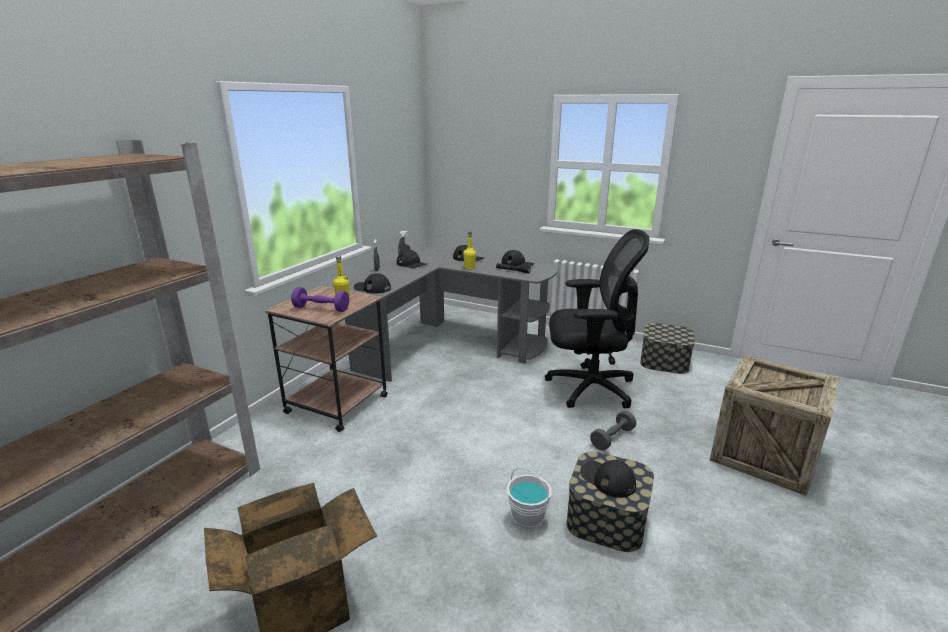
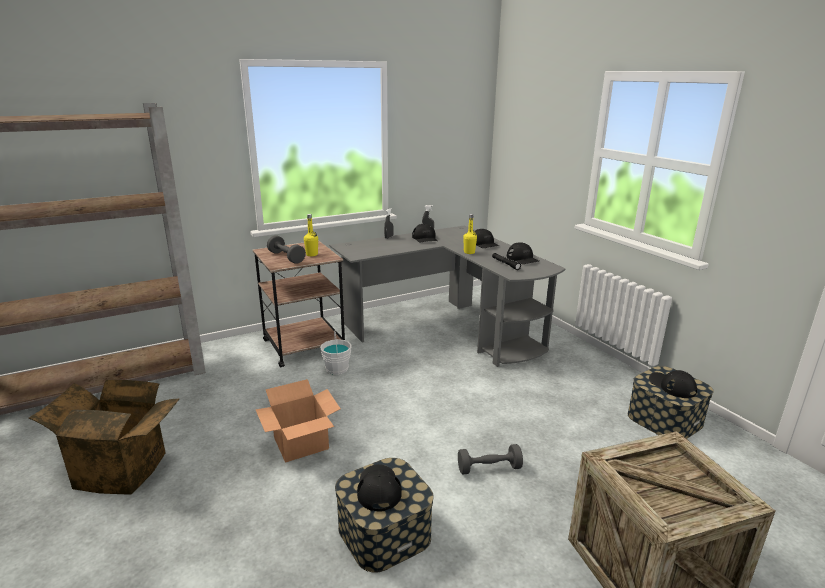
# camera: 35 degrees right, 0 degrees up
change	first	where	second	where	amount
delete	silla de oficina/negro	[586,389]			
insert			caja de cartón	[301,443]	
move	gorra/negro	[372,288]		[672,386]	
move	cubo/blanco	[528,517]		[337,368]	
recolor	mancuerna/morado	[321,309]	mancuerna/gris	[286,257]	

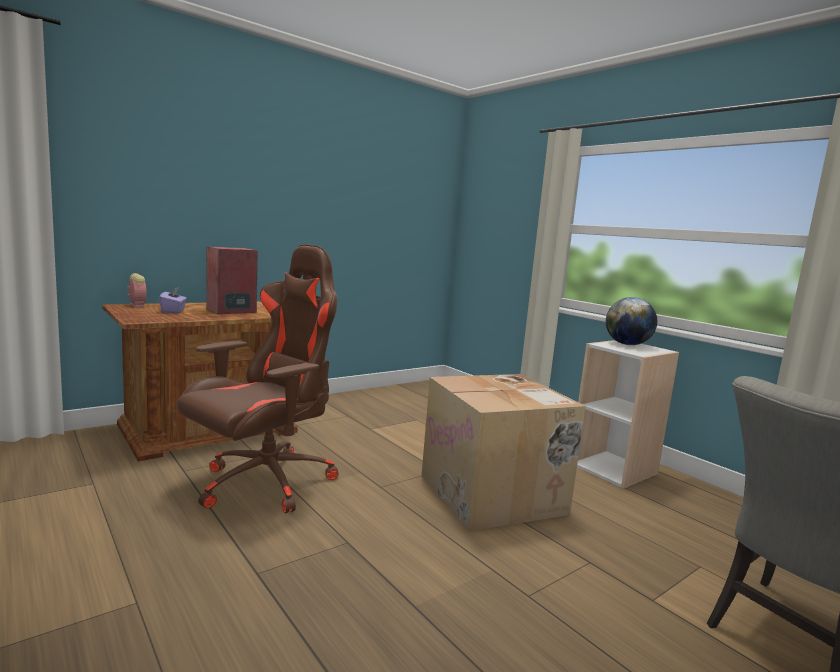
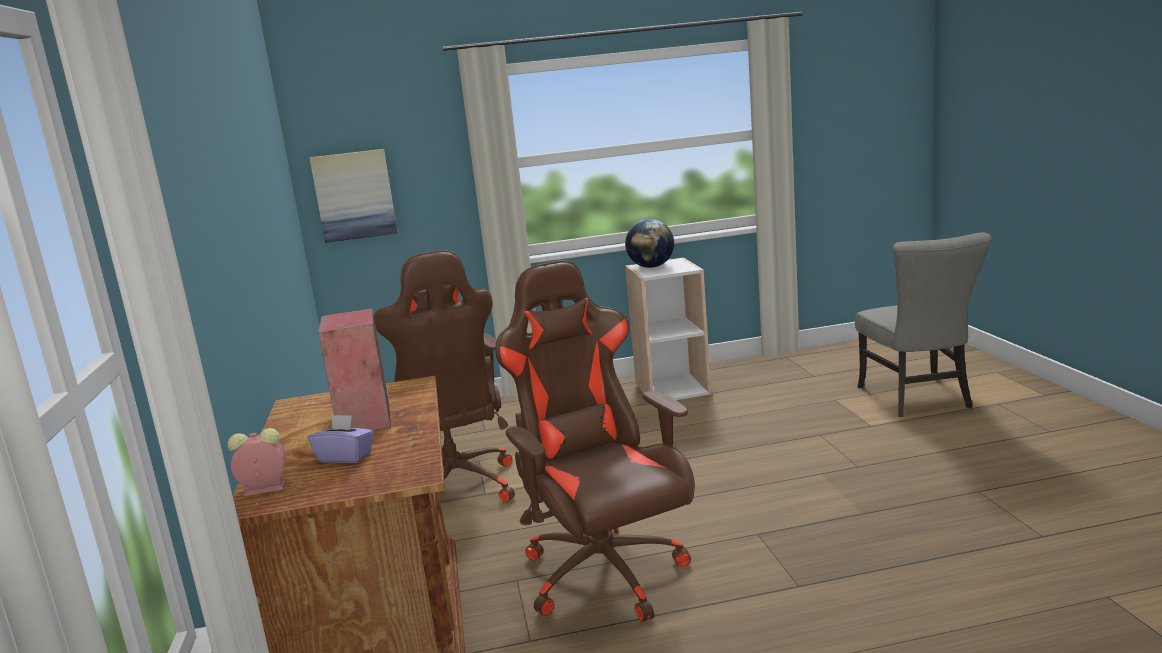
# camera: 60 degrees left, 5 degrees up
change	first	where	second	where	amount
delete	caja de cartón	[494,495]			
insert			cuadro	[354,195]	
insert			silla de oficina/marrón	[453,483]	

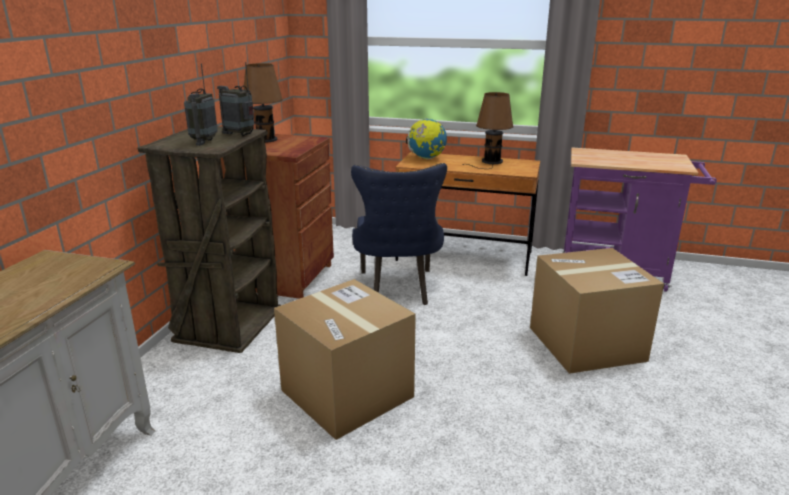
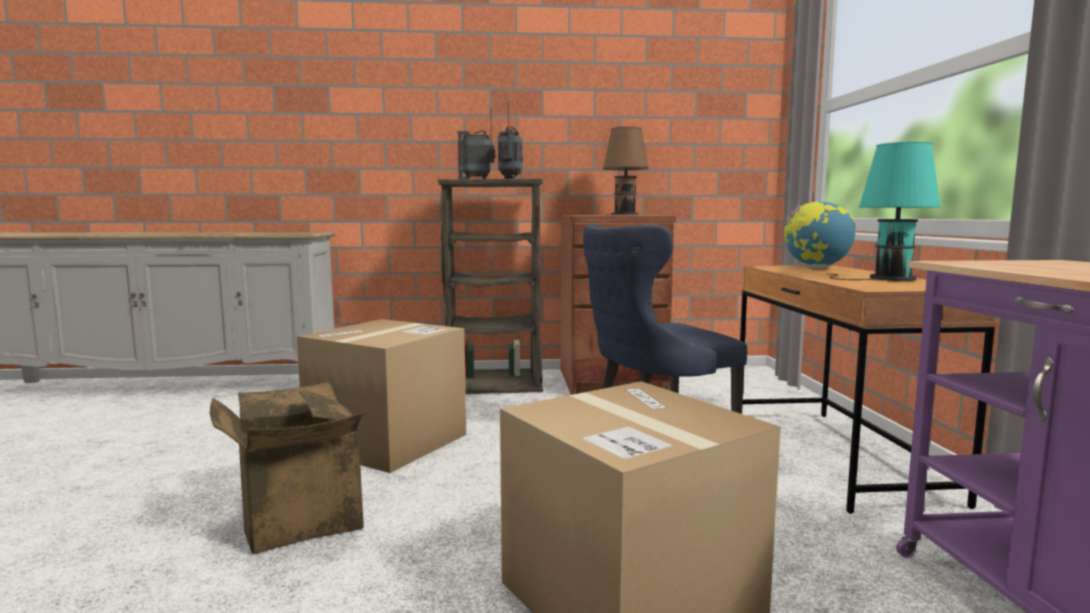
# camera: 70 degrees right, 15 degrees down
change	first	where	second	where	amount
insert			caja de cartón	[295,520]	
recolor	lámpara de mesa/marrón	[490,162]	lámpara de mesa/turquesa	[886,279]	

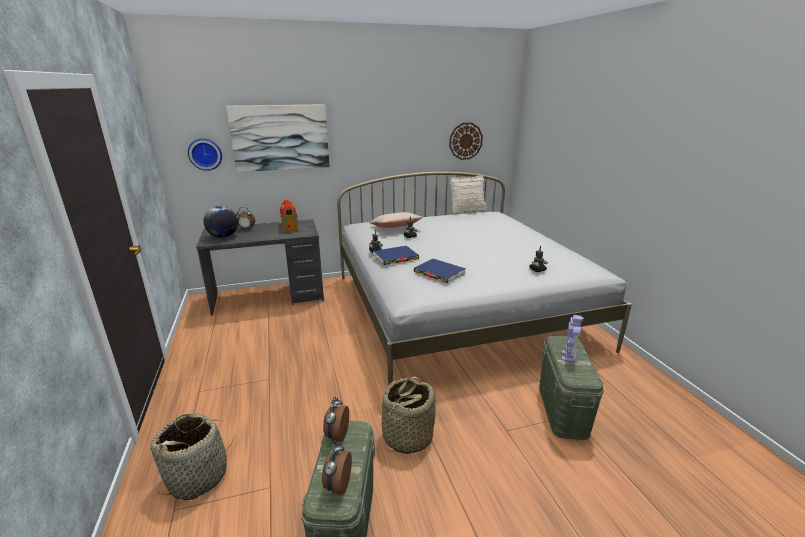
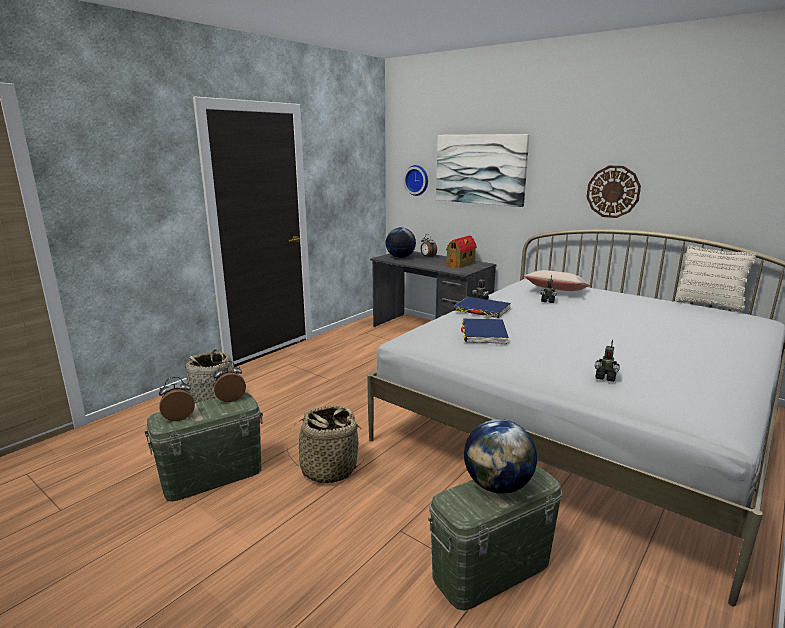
# camera: 55 degrees right, 5 degrees down
change	first	where	second	where	amount
move	reloj de pared	[465,141]		[613,191]	
replace	robot de juguete	[569,356]	globo terráqueo	[497,485]	

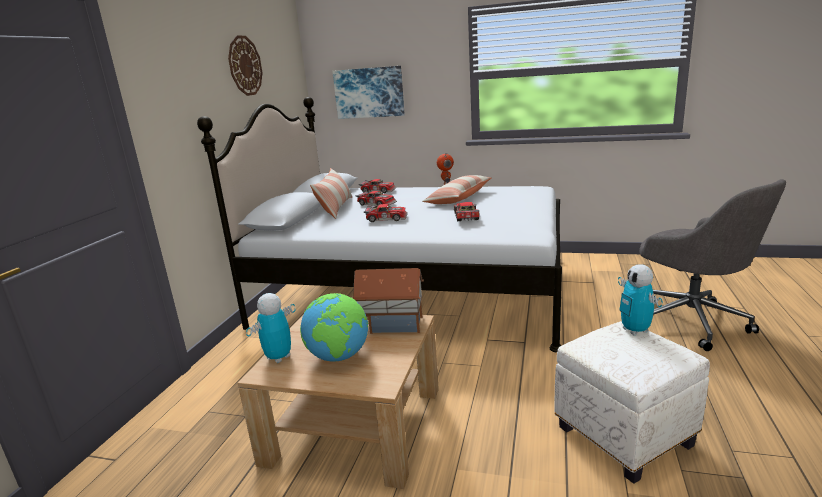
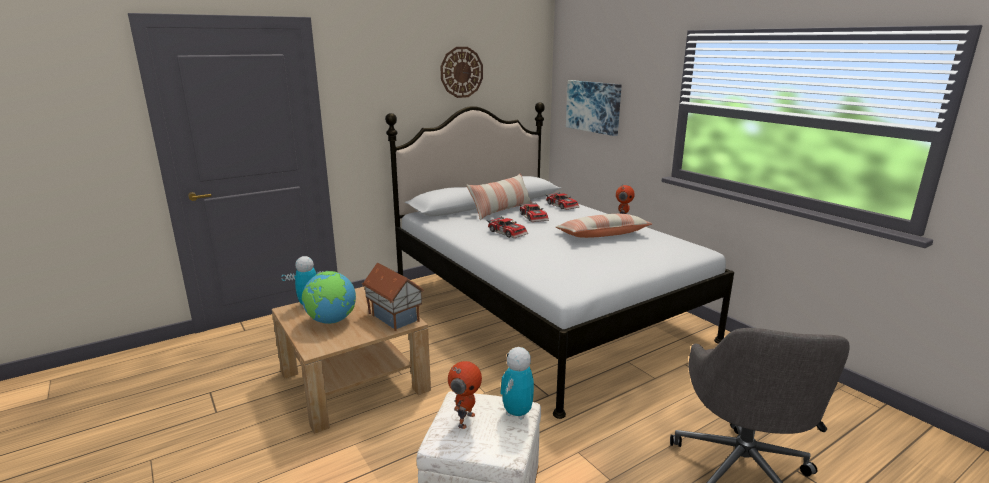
# camera: 40 degrees right, 0 degrees up
change	first	where	second	where	amount
delete	coche de juguete	[464,216]			
insert			robot de juguete	[465,420]	

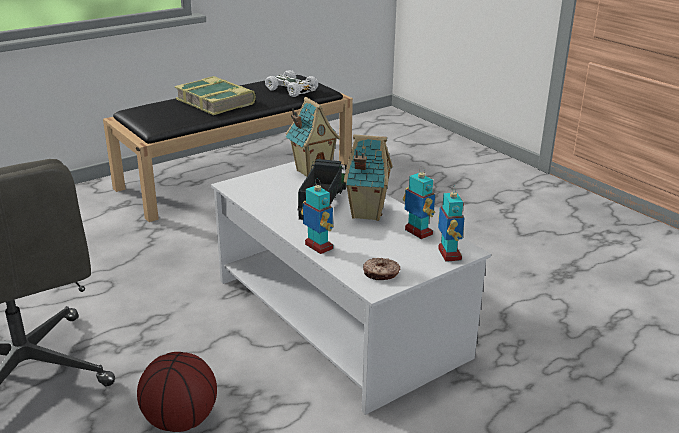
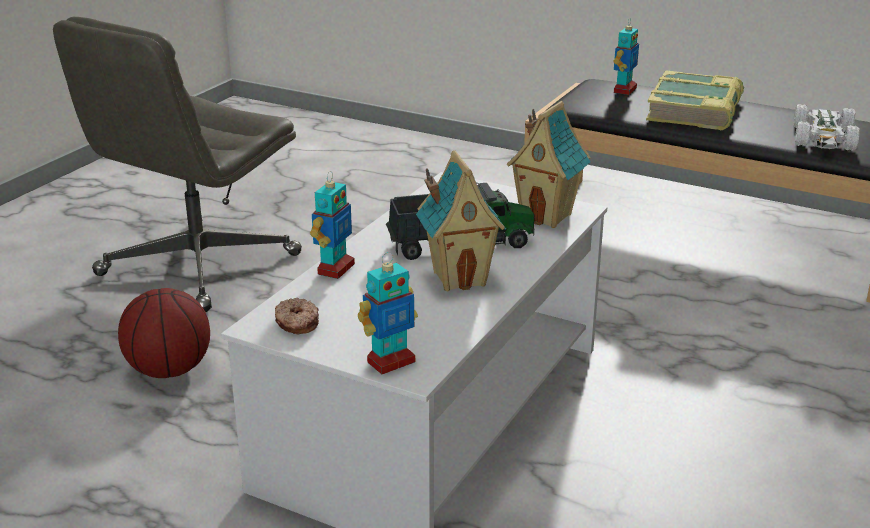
# camera: 65 degrees right, 0 degrees up
change	first	where	second	where	amount
move	robot de juguete	[418,232]		[624,90]	

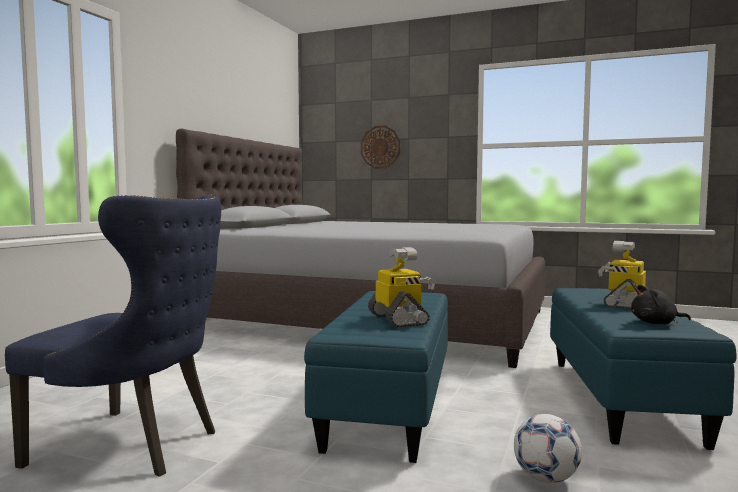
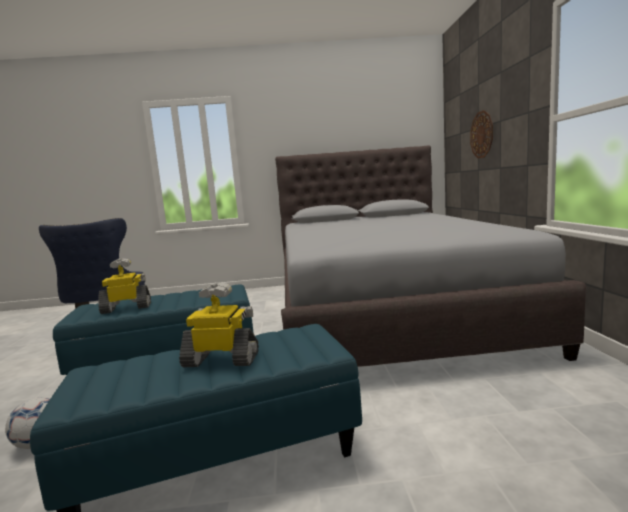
# camera: 65 degrees right, 5 degrees up
change	first	where	second	where	amount
delete	peluche/negro	[656,323]			
rotate	robot de juguete	[399,319]		[127,308]	150 degrees counterclockwise

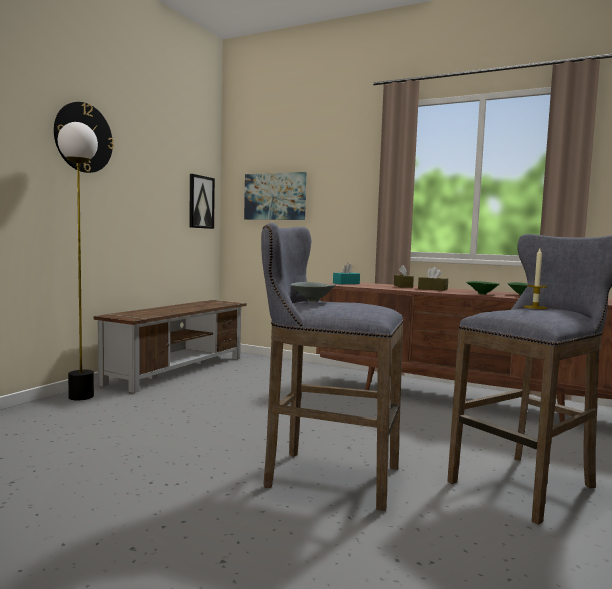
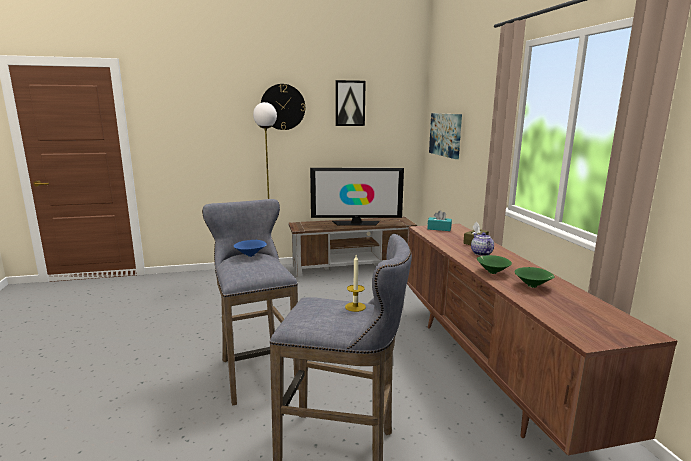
# camera: 50 degrees right, 10 degrees up
change	first	where	second	where	amount
insert			televisor	[356,223]	
move	cuadro	[201,202]		[350,103]	
replace	caja de pañuelos/marrón	[432,289]	tetera	[481,253]	
recolor	cuenco/gris	[314,301]	cuenco/azul	[251,255]	

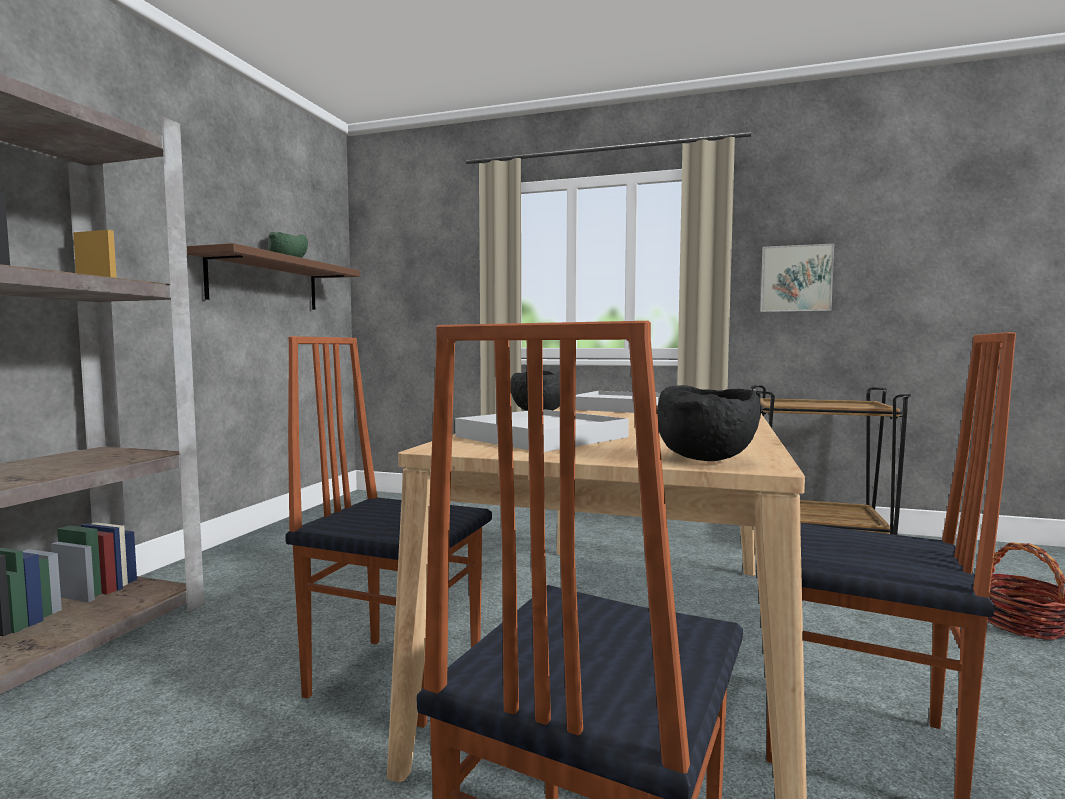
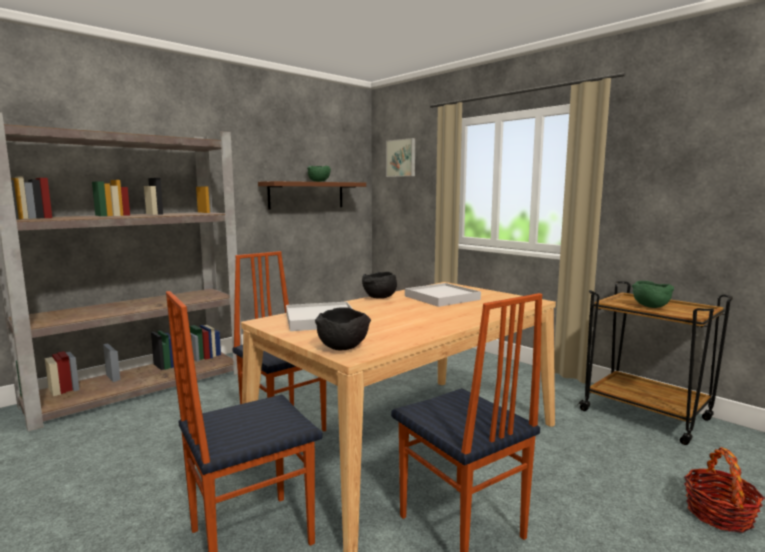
# camera: 30 degrees right, 5 degrees up
change	first	where	second	where	amount
insert			cuenco/verde	[650,307]	
move	cuadro	[795,279]		[401,158]	

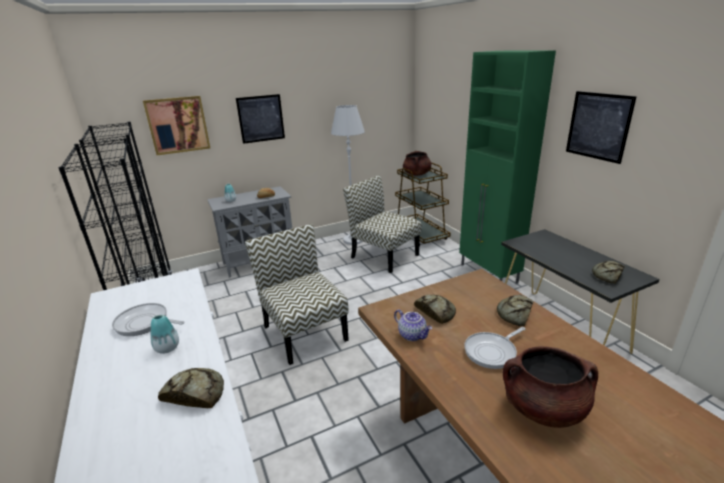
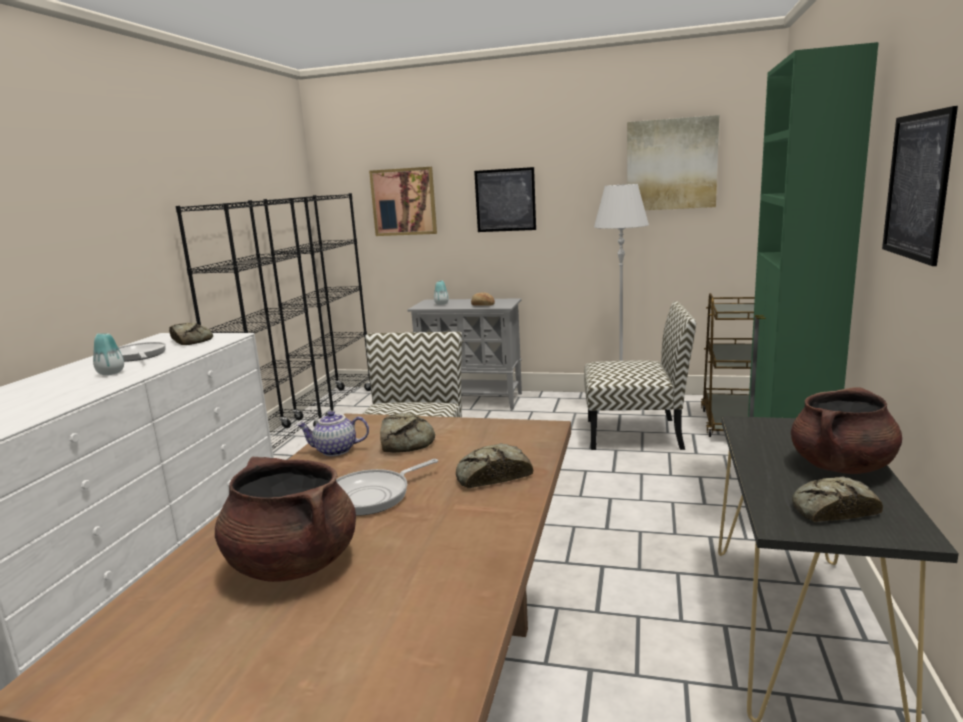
# camera: 40 degrees right, 10 degrees down
change	first	where	second	where	amount
insert			cuadro	[671,164]	
move	pan	[195,393]		[191,340]	
move	olla/marrón	[416,174]		[841,466]	
rotate	silla	[383,256]		[635,433]	105 degrees clockwise
rotate	tetera	[413,335]		[335,451]	90 degrees clockwise
rotate	sartén	[492,352]		[373,495]	45 degrees counterclockwise

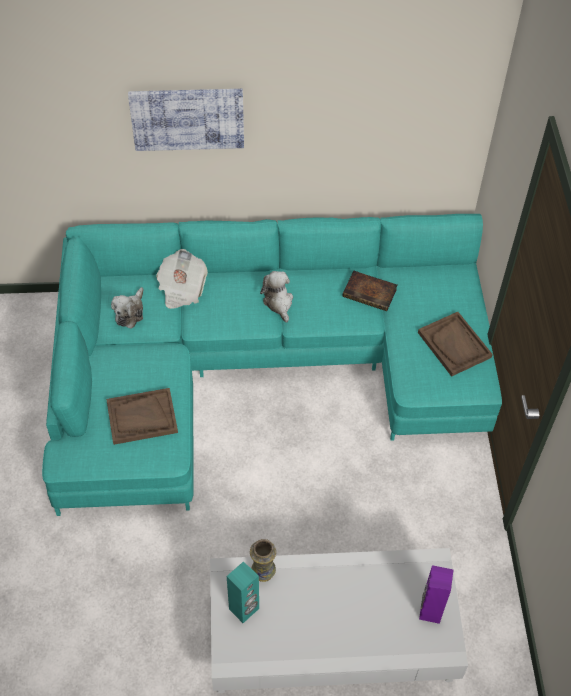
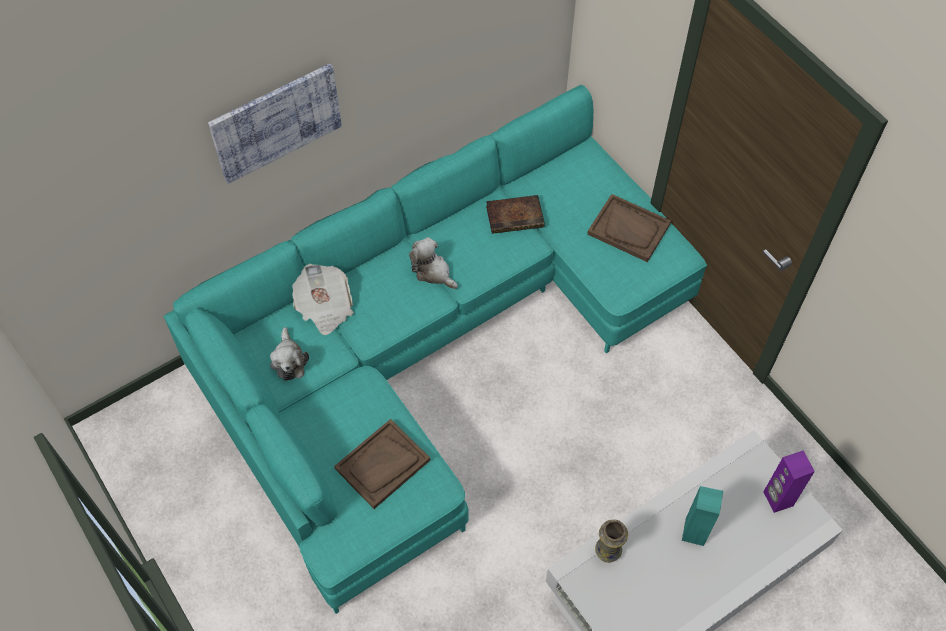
# camera: 30 degrees left, 5 degrees up
change	first	where	second	where	amount
move	altavoz/turquesa	[244,609]		[695,532]	

